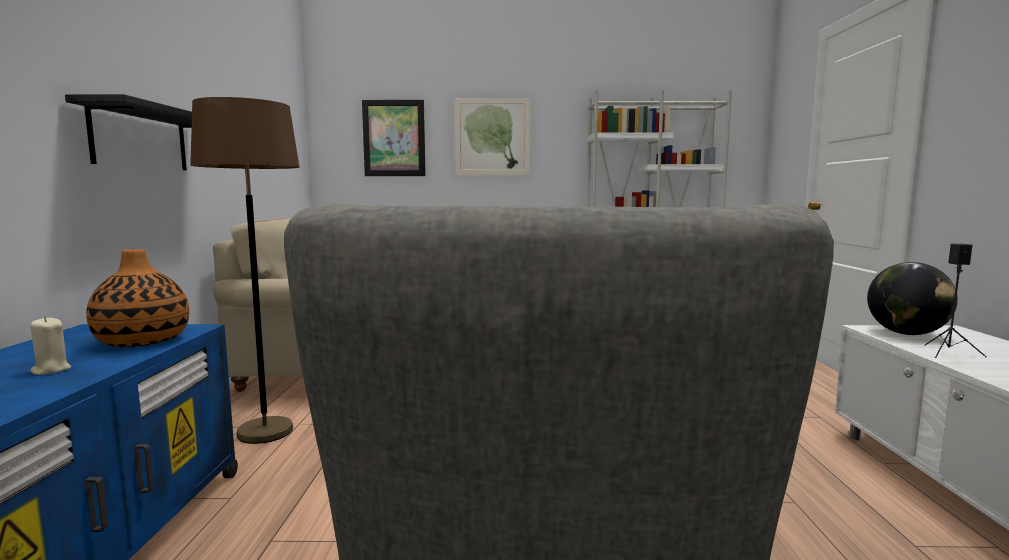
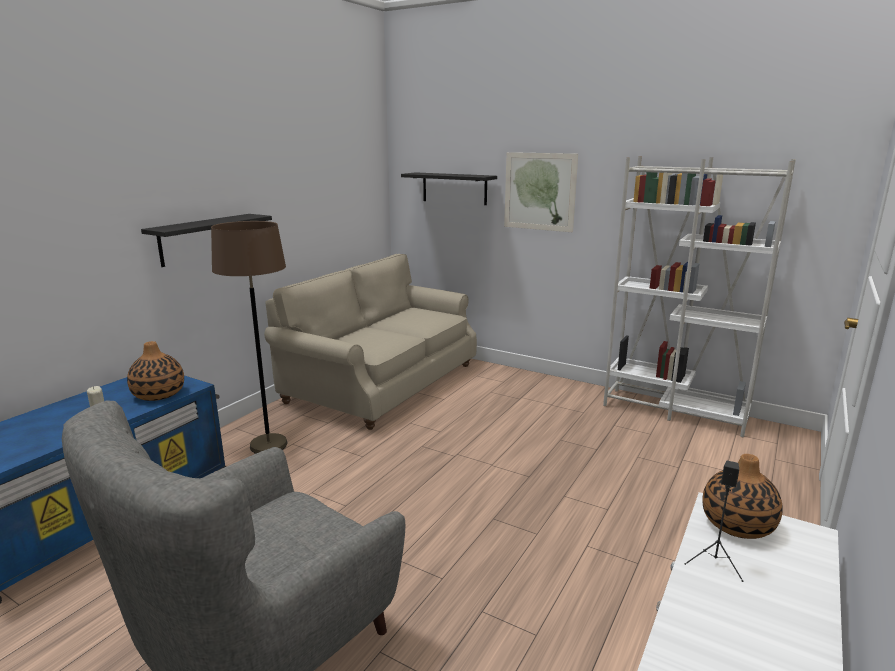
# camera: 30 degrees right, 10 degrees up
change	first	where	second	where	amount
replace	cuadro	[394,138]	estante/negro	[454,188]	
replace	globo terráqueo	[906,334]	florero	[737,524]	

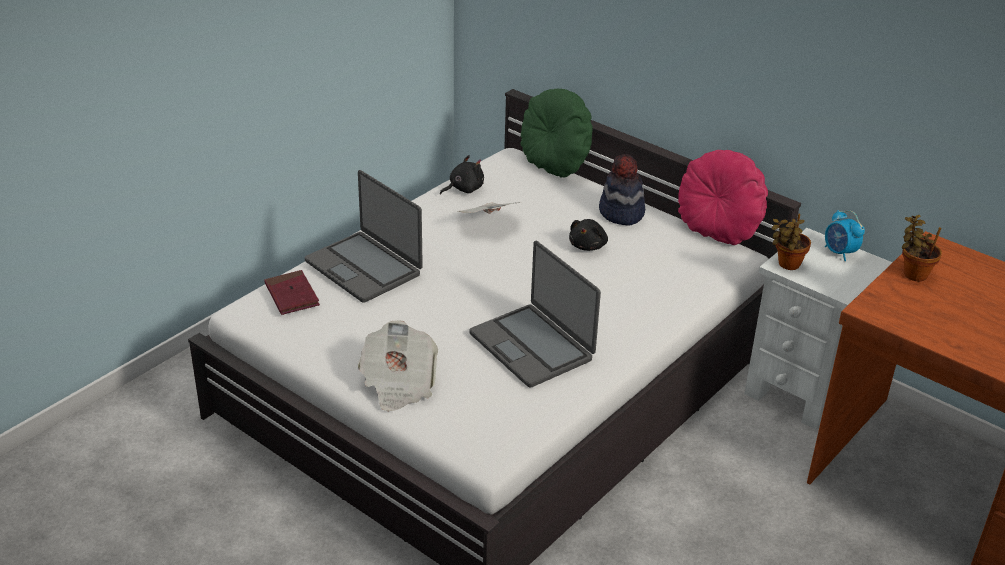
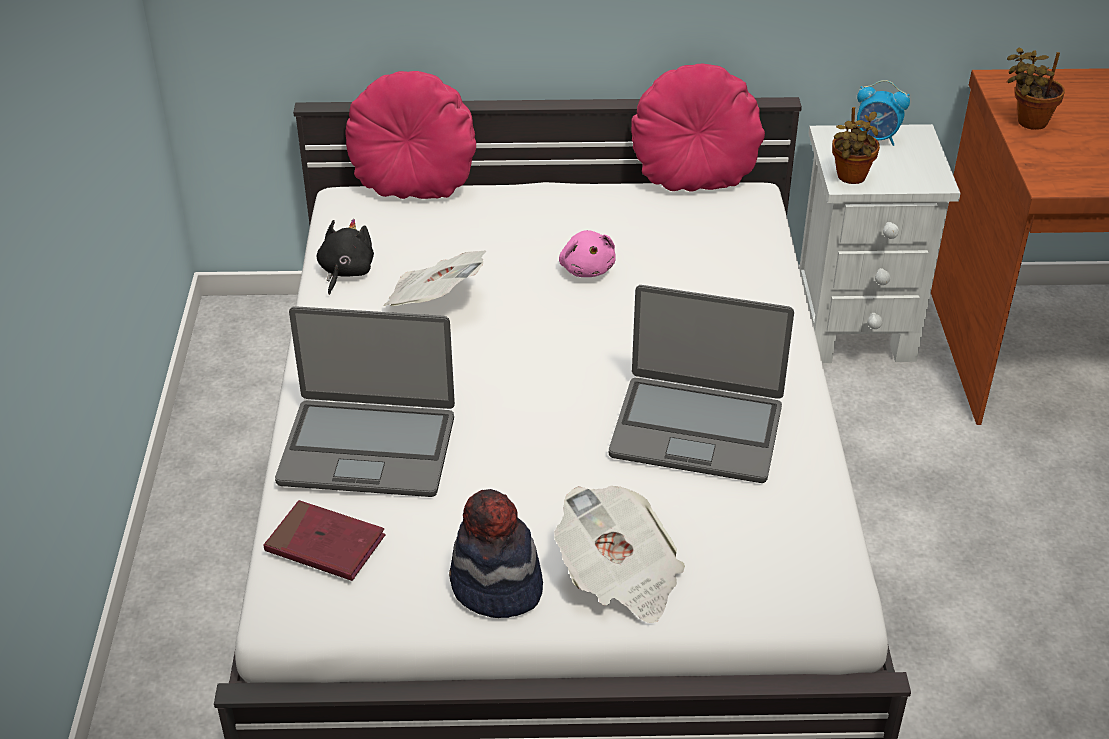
# camera: 40 degrees left, 5 degrees up
change	first	where	second	where	amount
move	sombrero	[621,213]		[496,587]	
recolor	cojín/verde	[554,166]	cojín/rosa	[414,187]	
recolor	peluche/negro	[588,245]	peluche/rosa	[587,268]	

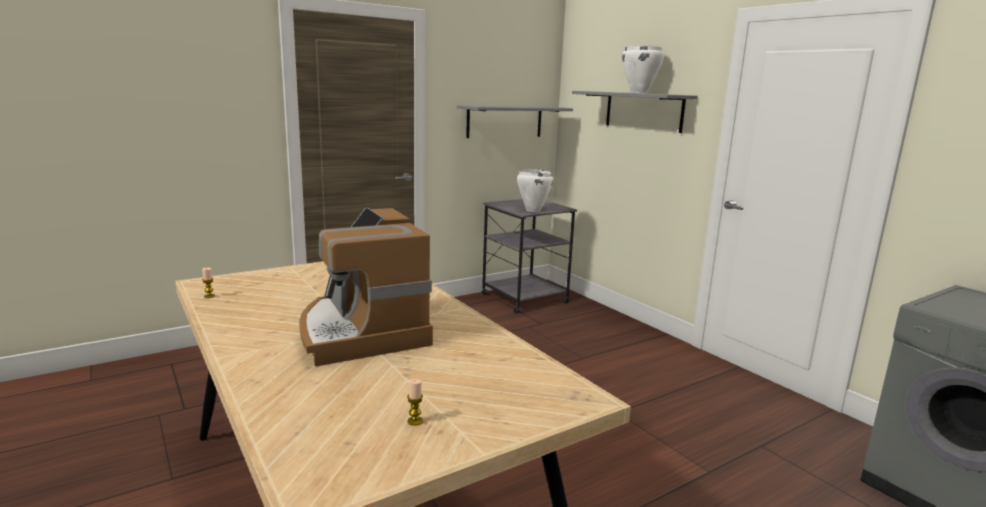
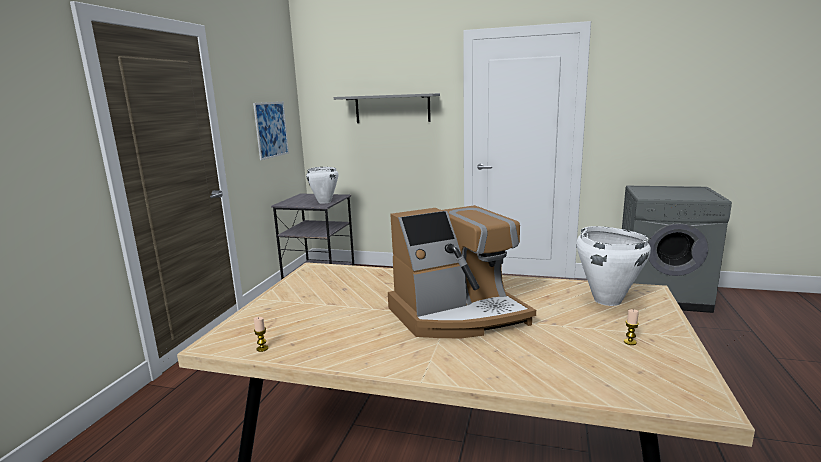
# camera: 40 degrees left, 0 degrees up
change	first	where	second	where	amount
move	olla/blanco	[639,93]		[607,300]	
replace	estante/gris	[505,121]	cuadro	[271,129]	
rotate	cafetera	[362,332]		[458,314]	45 degrees counterclockwise

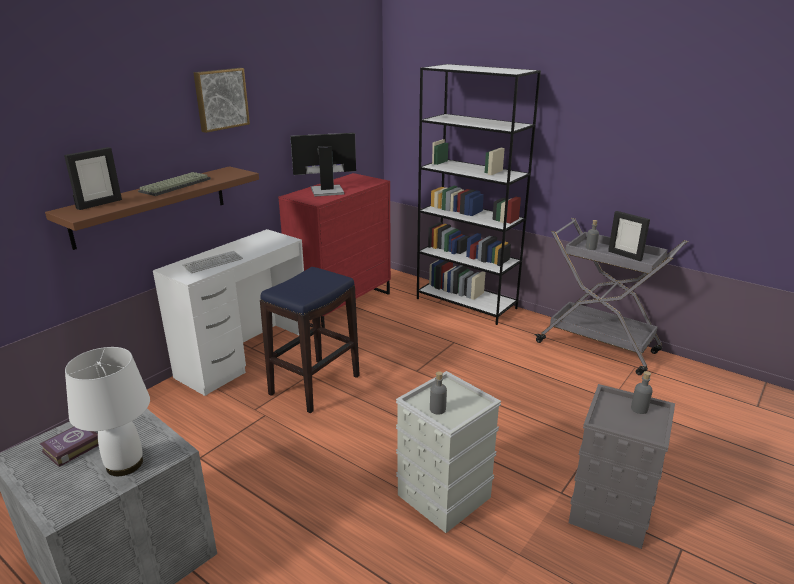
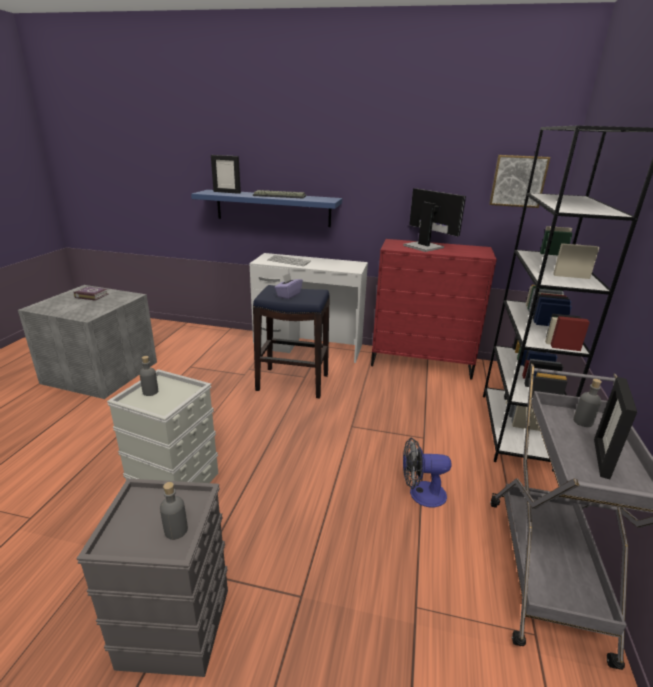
# camera: 65 degrees right, 0 degrees up
change	first	where	second	where	amount
delete	lámpara de mesa/blanco	[124,464]			
insert			caja de pañuelos/morado	[288,295]	
insert			ventilador	[421,494]	
move	cuadro	[220,99]		[518,181]	
recolor	estante/marrón	[151,205]	estante/azul	[273,208]	

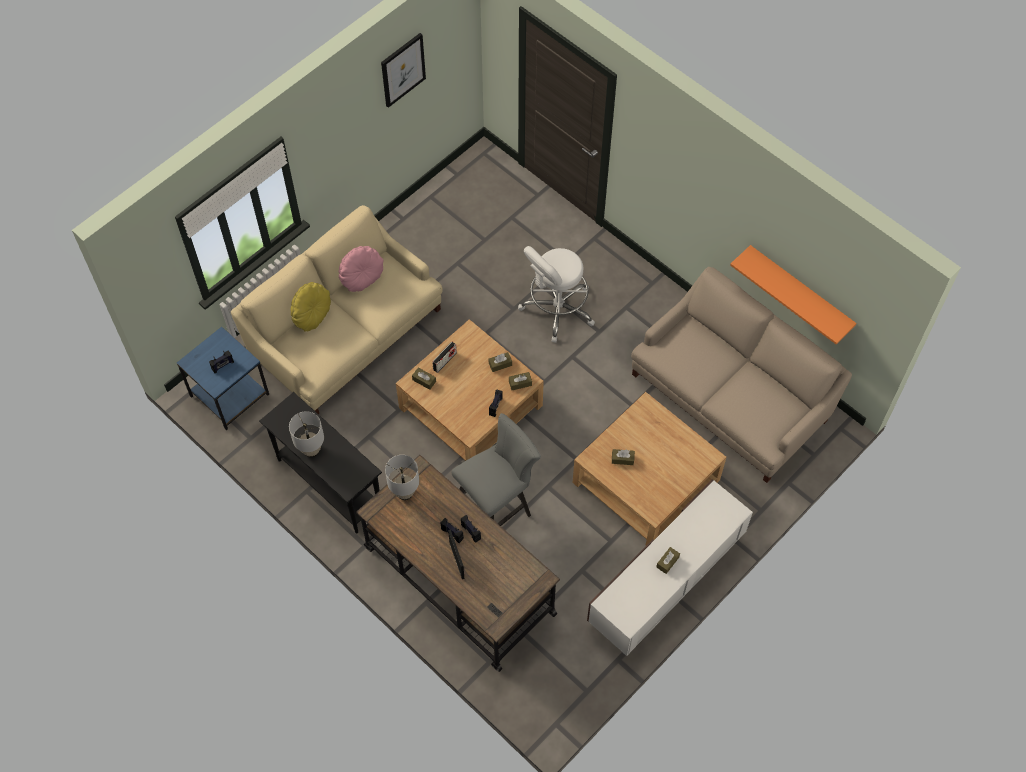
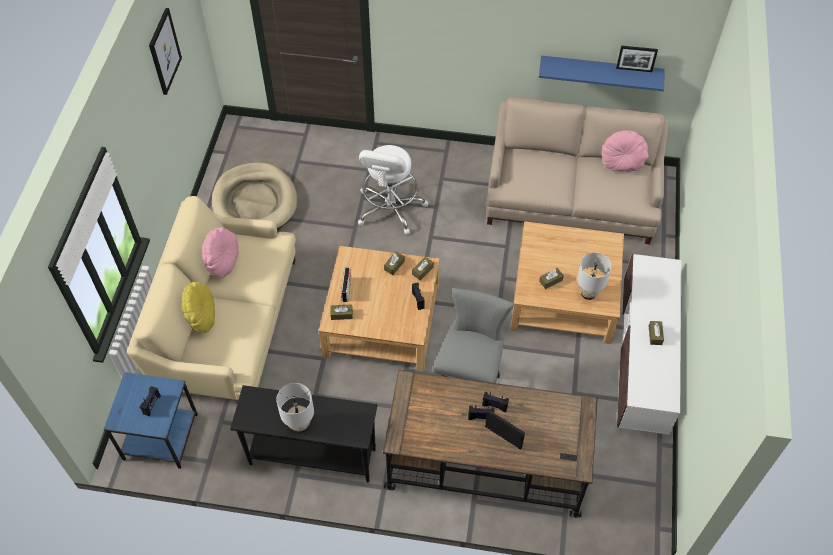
# camera: 35 degrees left, 5 degrees down
change	first	where	second	where	amount
insert			cama para perro/beis	[255,202]	
insert			cojín/rosa	[621,165]	
insert			portarretratos	[634,69]	
move	lámpara de mesa/blanco	[405,492]		[588,293]	
recolor	estante/naranja	[800,291]	estante/azul	[600,71]	

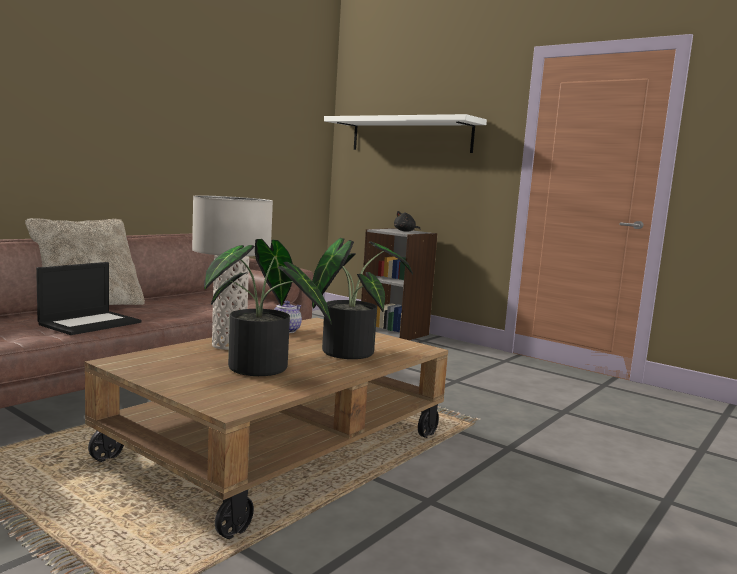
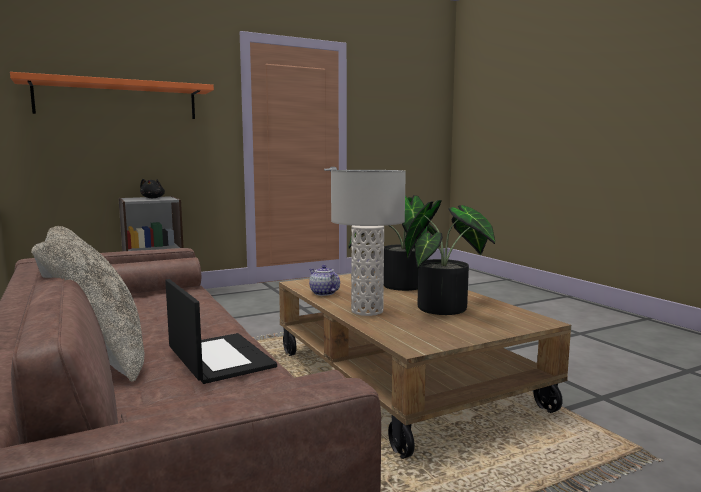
# camera: 65 degrees left, 0 degrees up
change	first	where	second	where	amount
recolor	estante/blanco	[410,135]	estante/naranja	[117,100]	

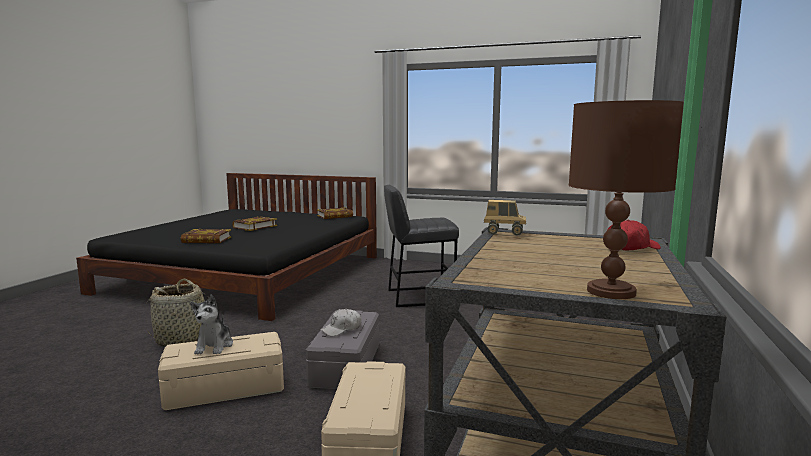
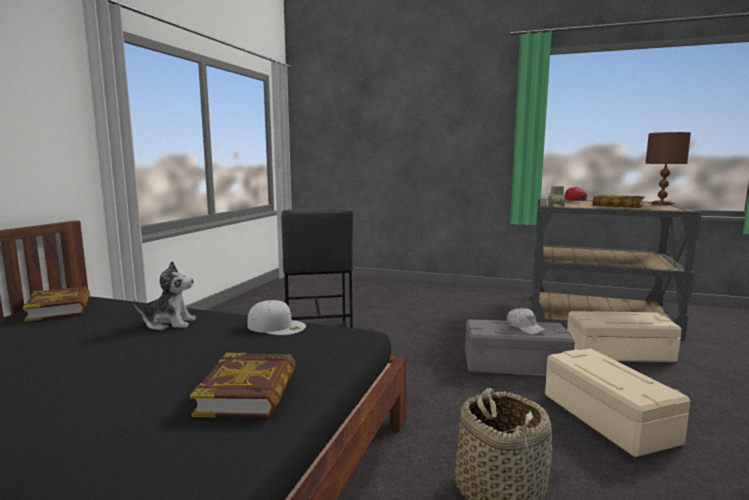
# camera: 90 degrees left, 0 degrees up
change	first	where	second	where	amount
insert			gorra/blanco	[277,326]	
move	peluche	[214,346]		[169,323]	
move	libro	[254,227]		[618,205]	

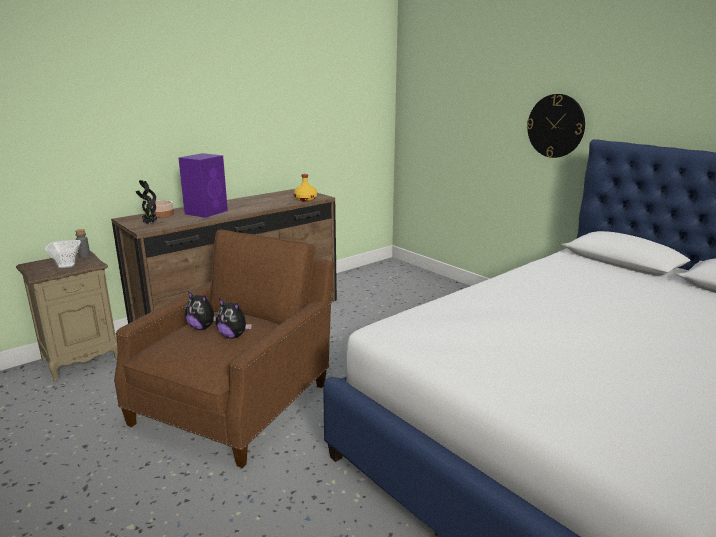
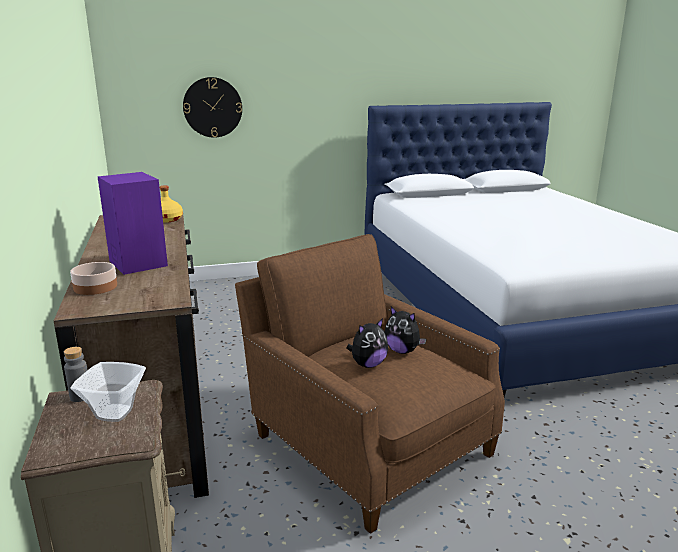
# camera: 65 degrees left, 0 degrees up
change	first	where	second	where	amount
delete	planta en maceta	[149,224]			
move	reloj de pared	[555,126]		[212,107]	
rotate	peluche	[233,336]		[402,351]	75 degrees clockwise

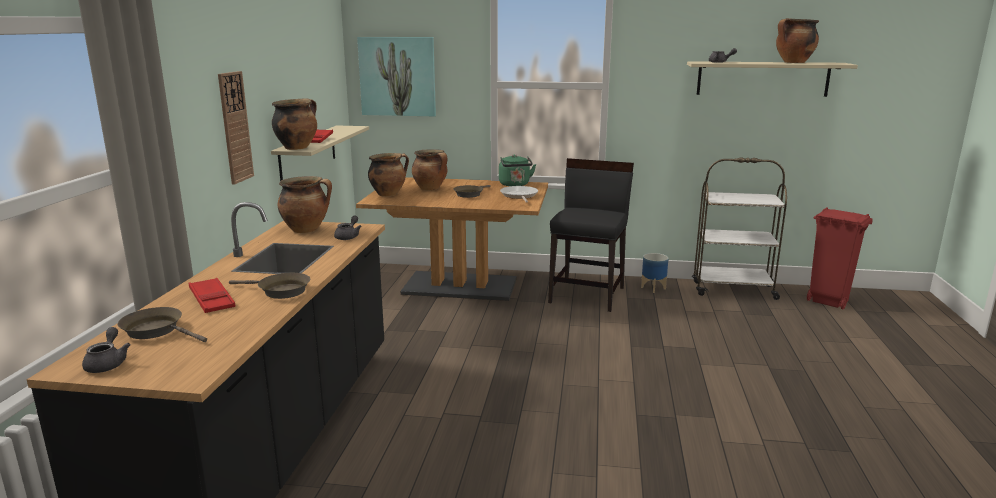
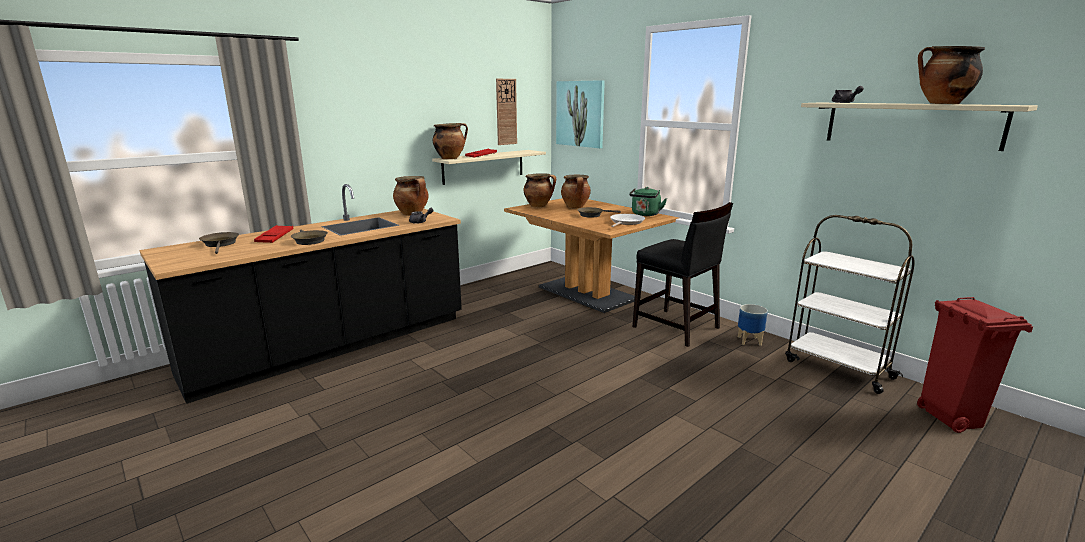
# camera: 40 degrees right, 0 degrees up
change	first	where	second	where	amount
delete	tetera/gris	[108,363]			
move	reloj de pared	[235,127]		[506,112]	
rotate	silla/negro	[588,294]		[676,328]	75 degrees clockwise

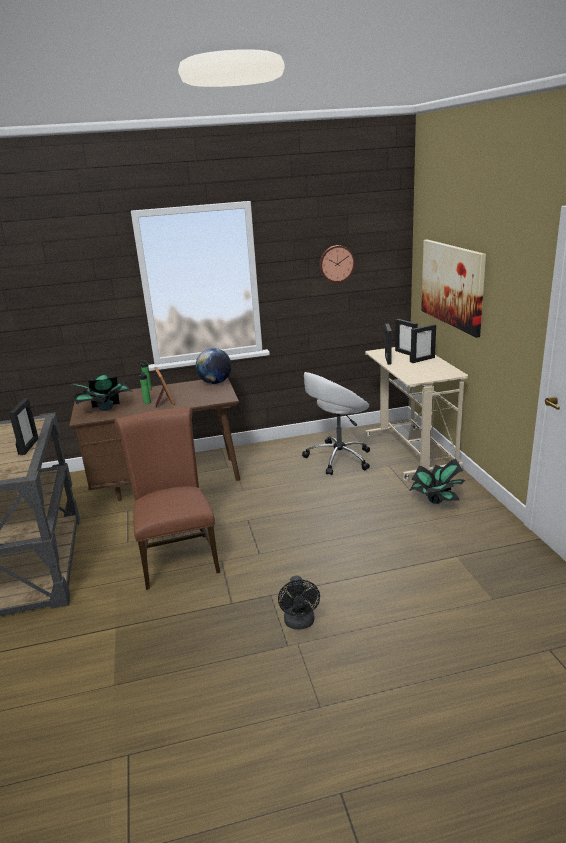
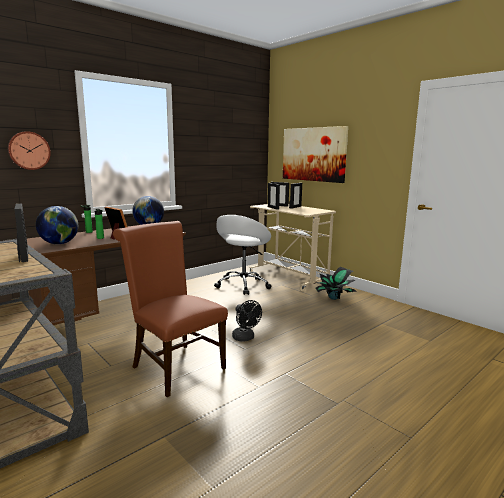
# camera: 30 degrees left, 10 degrees down
change	first	where	second	where	amount
move	ventilador/negro	[300,623]		[245,338]	
move	reloj de pared	[336,263]		[29,150]	
replace	planta en maceta	[105,408]	globo terráqueo	[59,243]	

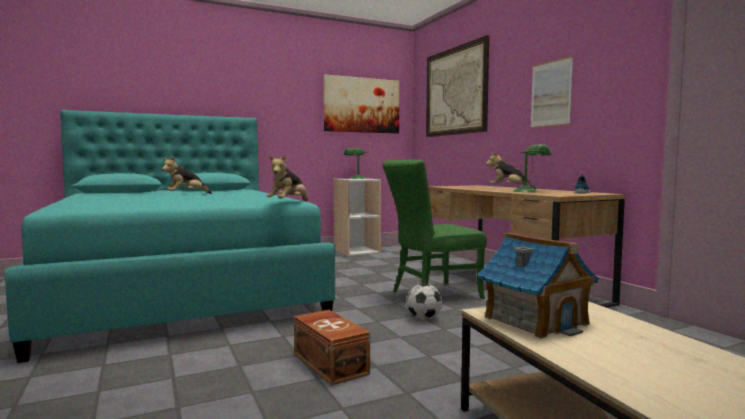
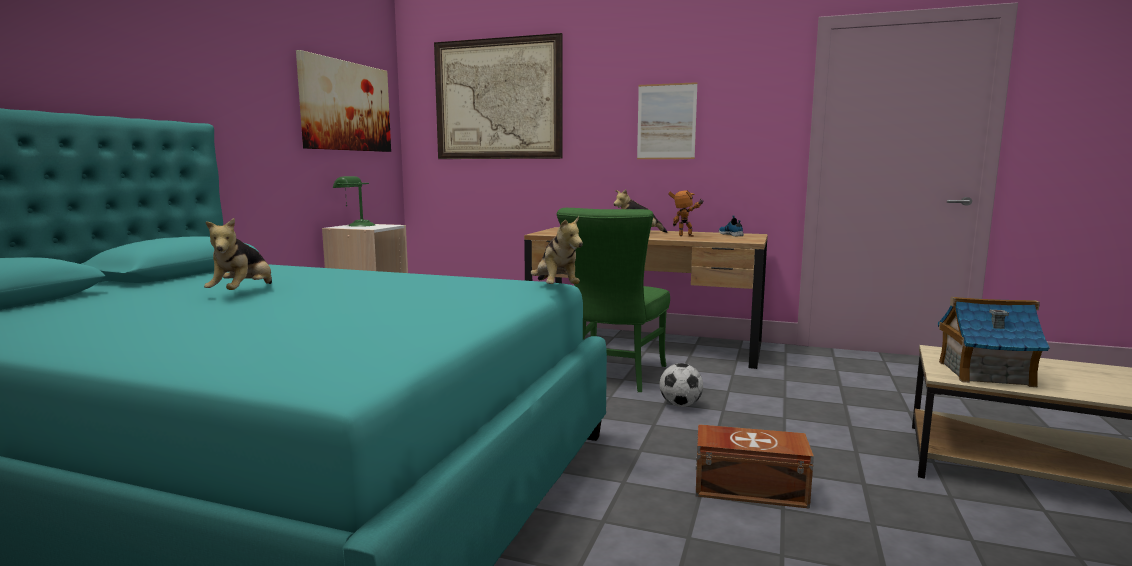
# camera: 45 degrees left, 5 degrees up
change	first	where	second	where	amount
replace	lámpara de mesa/verde	[530,191]	robot de juguete	[685,236]	

